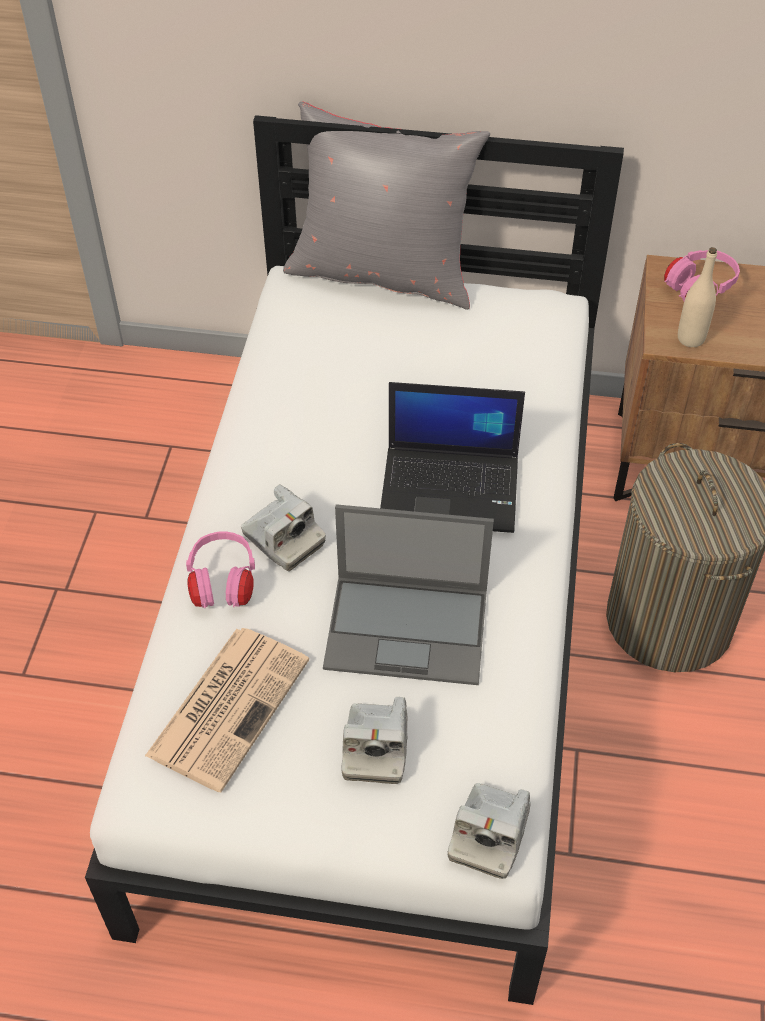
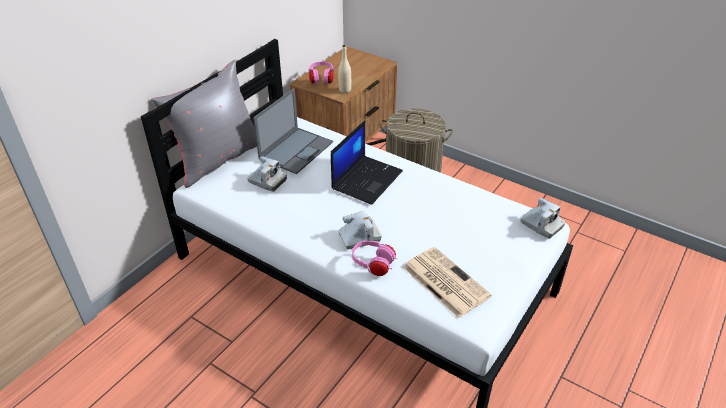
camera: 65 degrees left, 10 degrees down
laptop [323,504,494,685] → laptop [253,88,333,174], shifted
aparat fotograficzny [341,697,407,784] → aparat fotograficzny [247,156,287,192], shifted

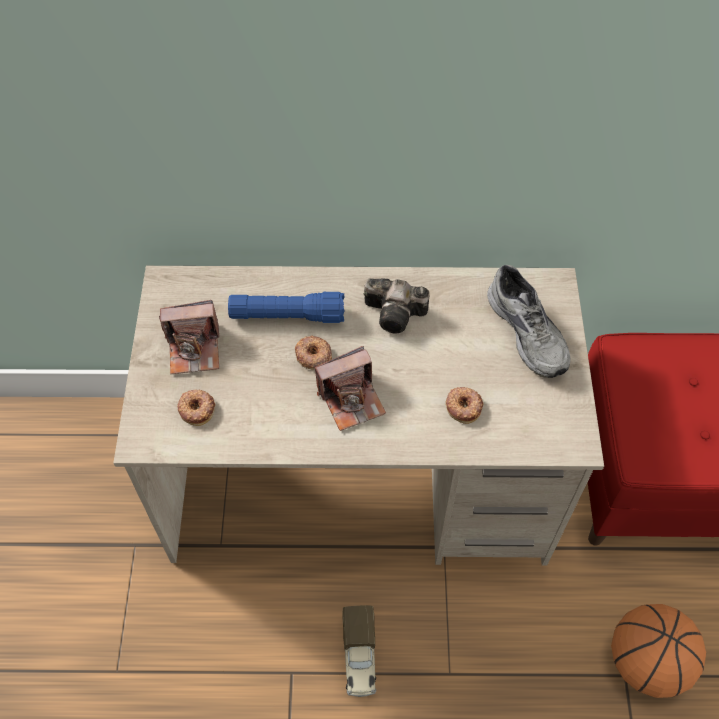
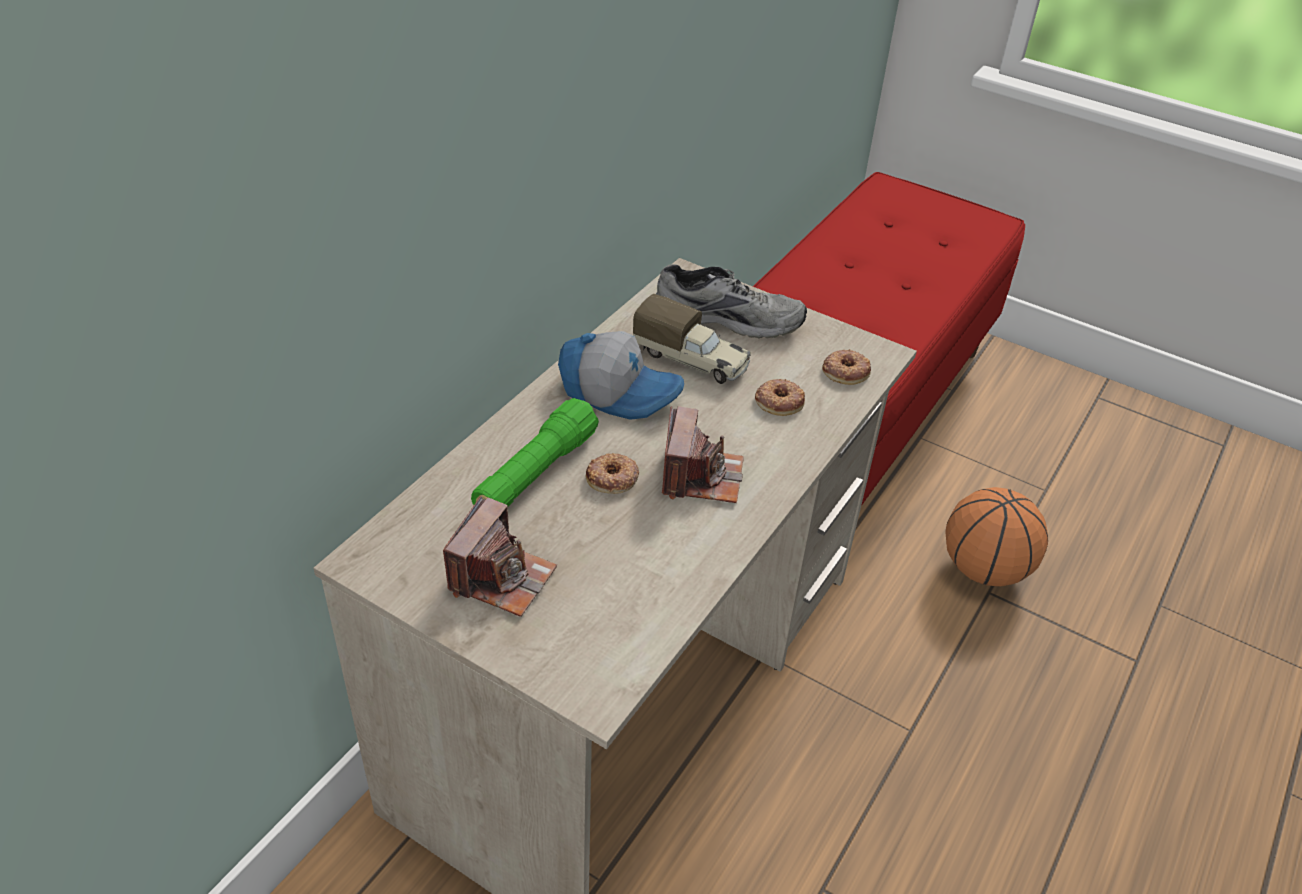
camera: 60 degrees left, 15 degrees down
donut [177,389,216,426] → donut [822,349,871,385], shifted
ciężarówka zabawkowa [342,605,376,697] → ciężarówka zabawkowa [633,294,751,384], shifted
aparat fotograficzny [364,278,430,334] → czapka z daszkiem [558,331,684,420]
latarka (niebieski) [228,292,345,323] → latarka (zielony) [471,398,599,506]

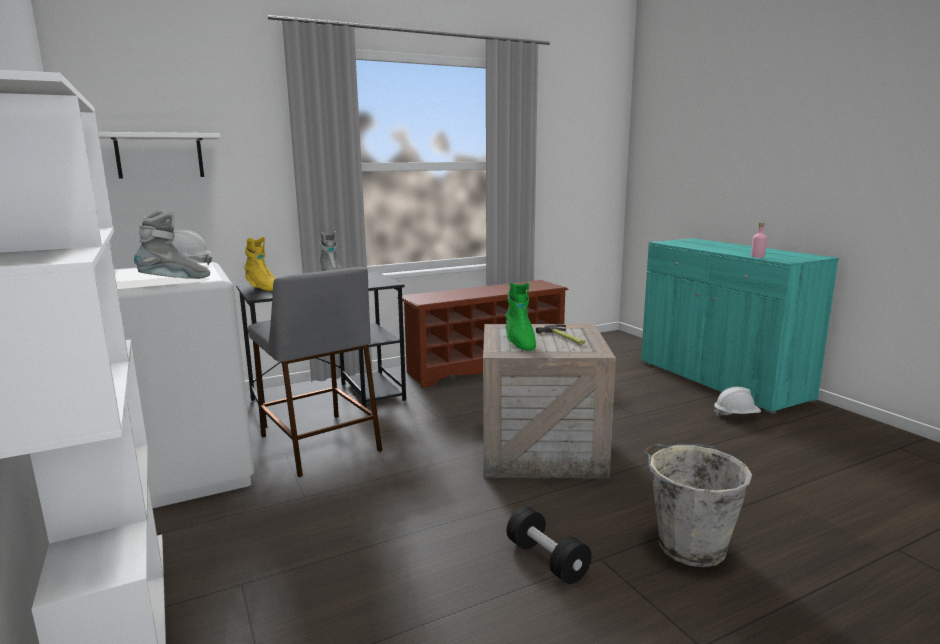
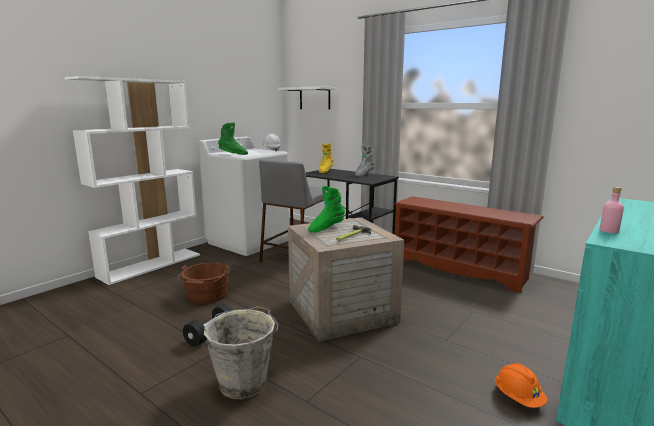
camera: 65 degrees right, 0 degrees up
- → wiadro (brązowy) [178,262,230,304]
but z cholewką (szary) [134,210,210,279] → but z cholewką (zielony) [218,123,248,155]
kask (biały) [714,387,761,416] → kask (pomarańczowy) [495,363,547,408]

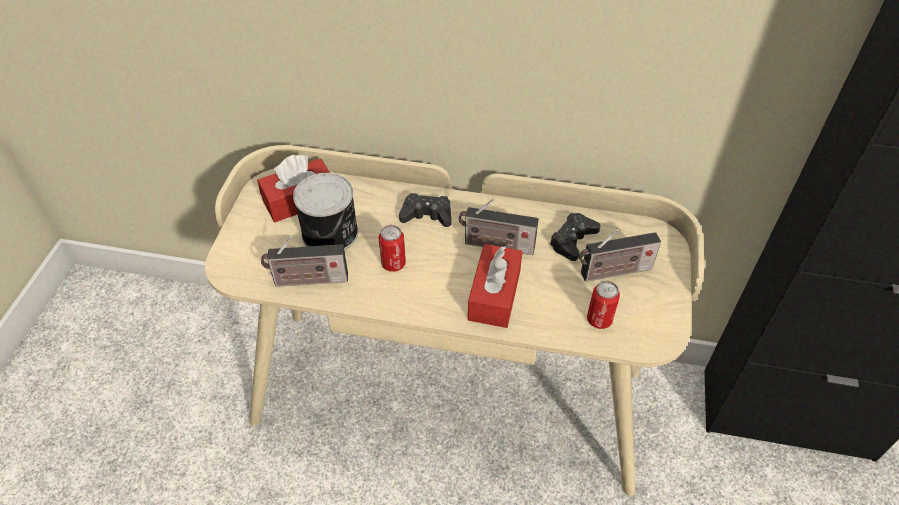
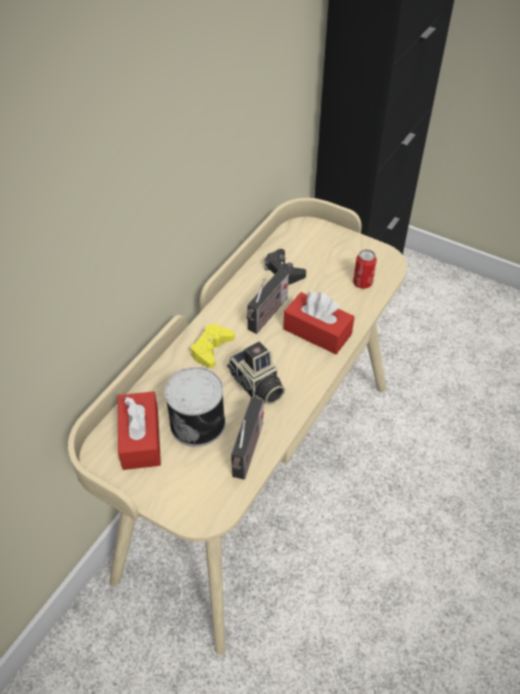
camera: 70 degrees left, 0 degrees up
radio [579,228,661,282] → -
puszka [379,225,406,272] → aparat fotograficzny [227,342,285,405]
pad do gier (czarny) [399,193,451,227] → pad do gier (żółty) [190,324,235,368]

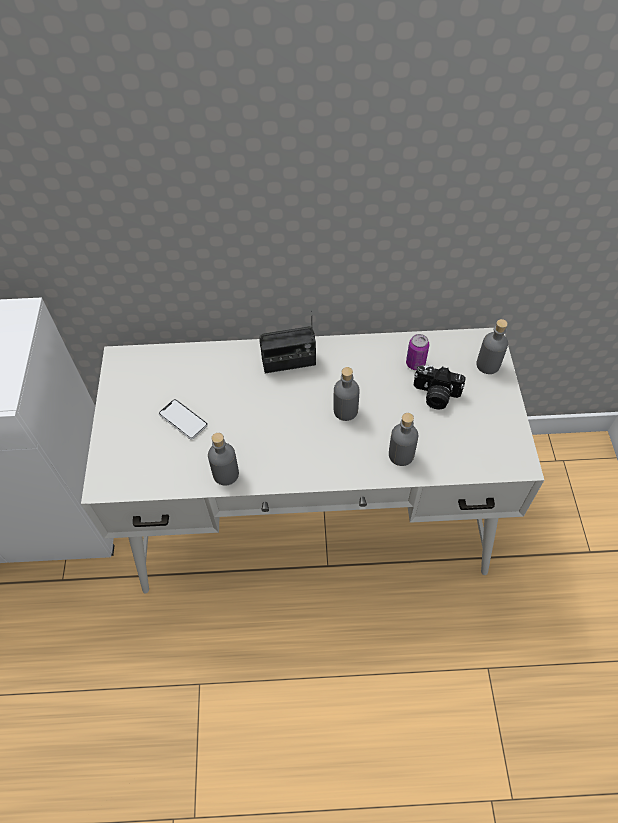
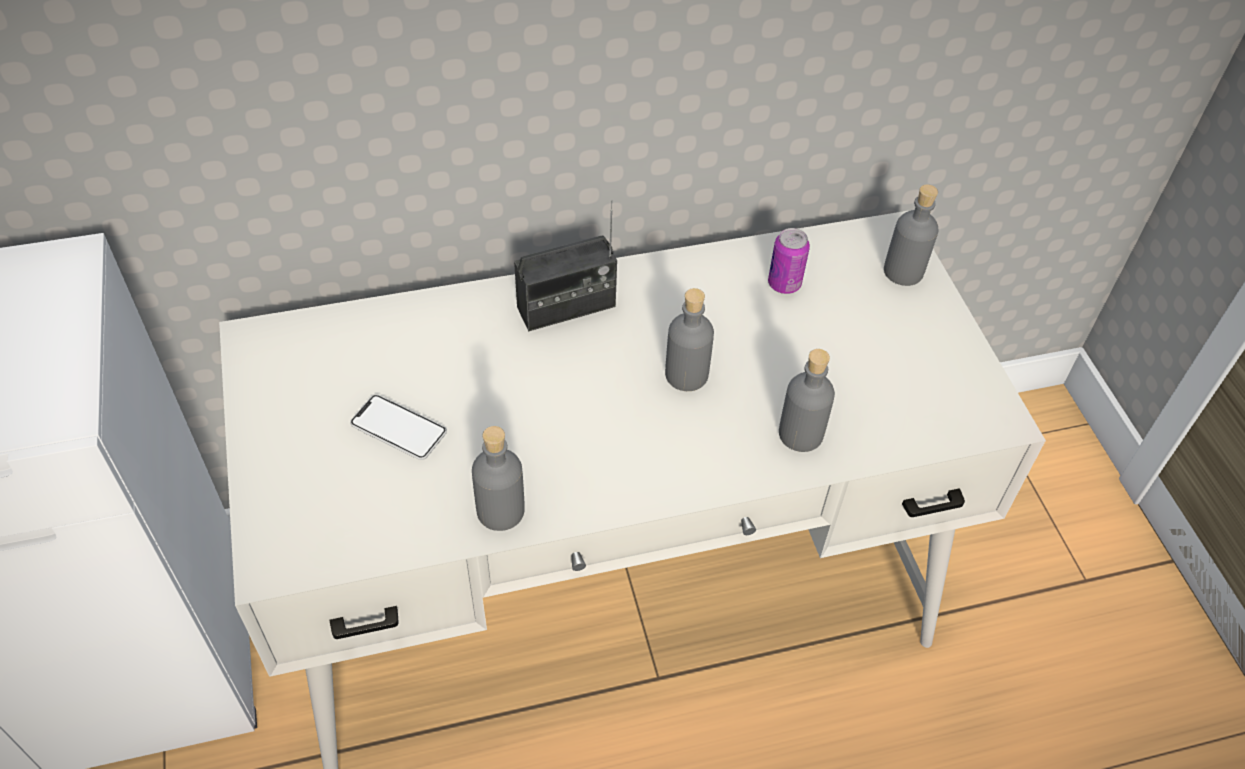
camera: 15 degrees left, 5 degrees down
aparat fotograficzny [413,365,466,409] → -

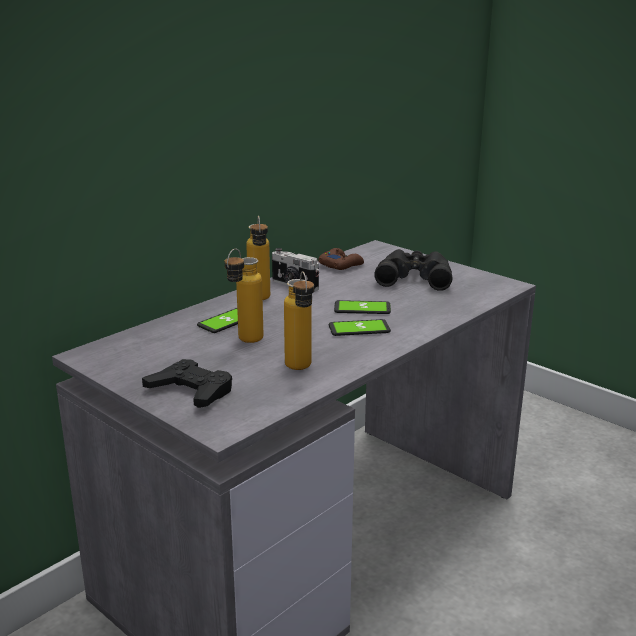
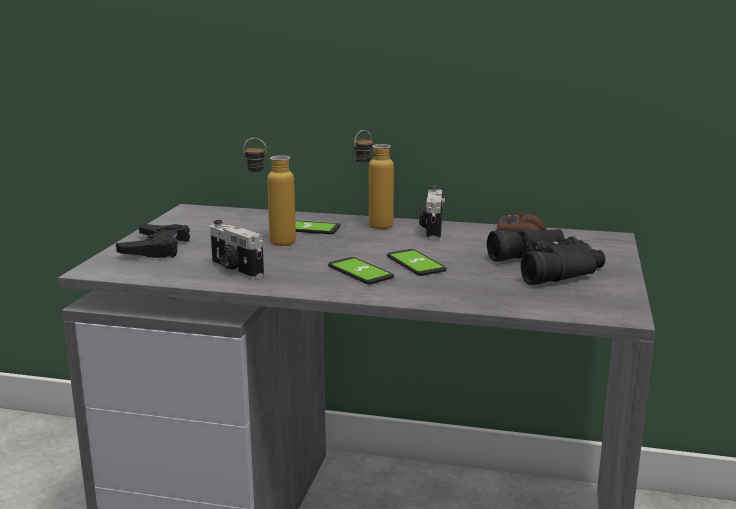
camera: 60 degrees right, 5 degrees down
butelka [284,271,314,370] → aparat fotograficzny [210,220,264,280]

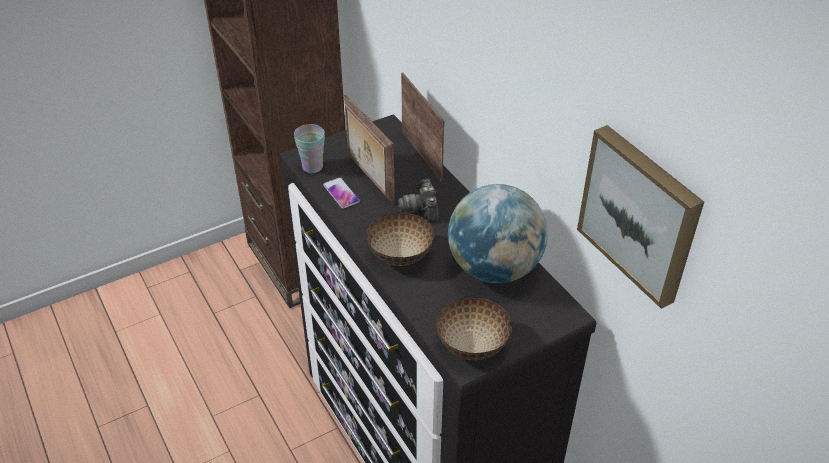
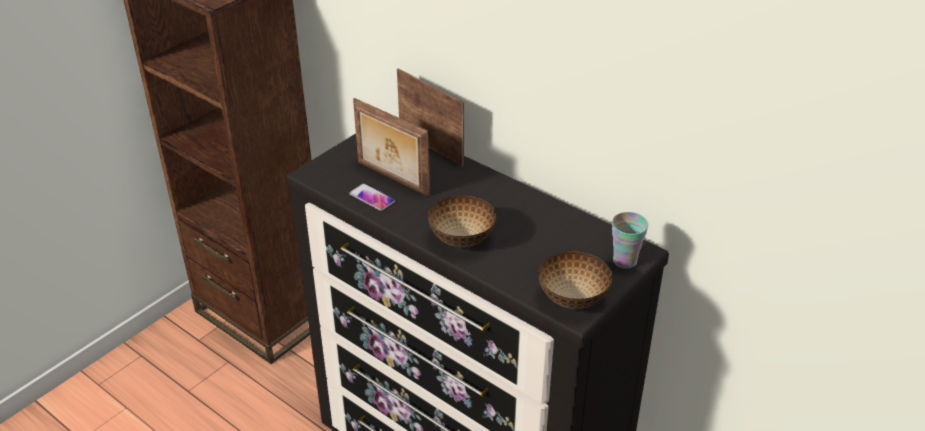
camera: 20 degrees left, 5 degrees down
aparat fotograficzny [398,179,439,222] → -
globus [448,184,548,283] → -
obraz [577,125,704,309] → -
filiżanka [294,124,325,173] → filiżanka [612,212,648,269], shifted

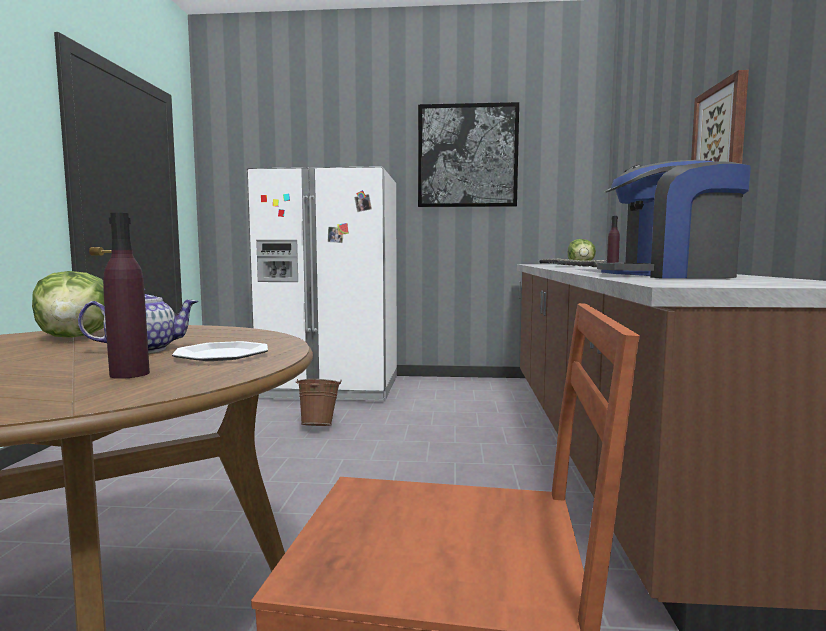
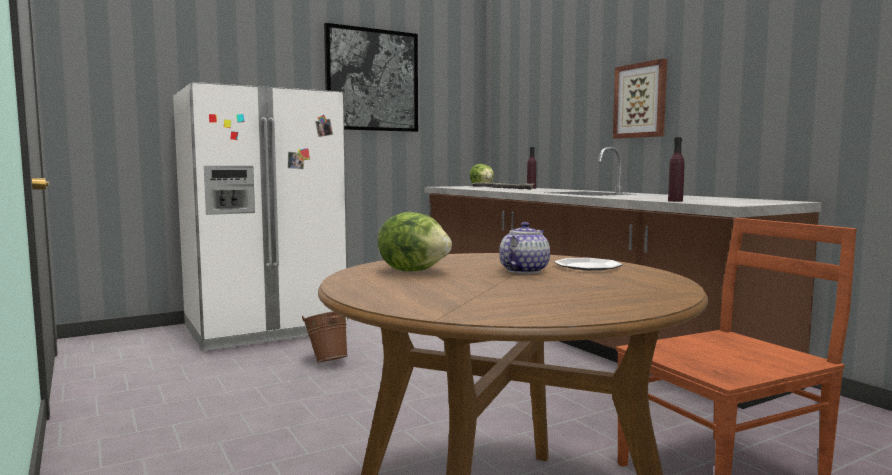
camera: 35 degrees left, 0 degrees up
ekspres do kawy [597,160,751,278] → -
butelka (fioletowy) [103,213,150,379] → butelka (fioletowy) [668,137,685,202], shifted

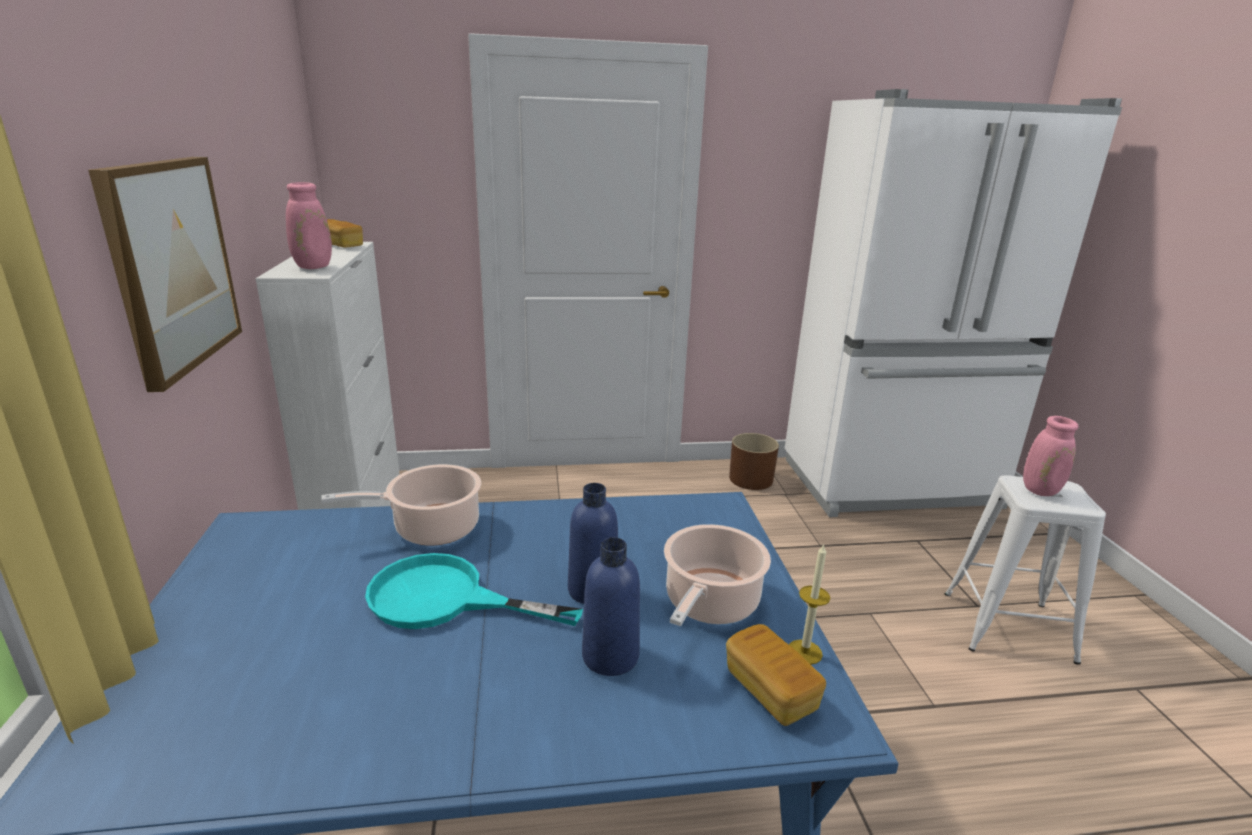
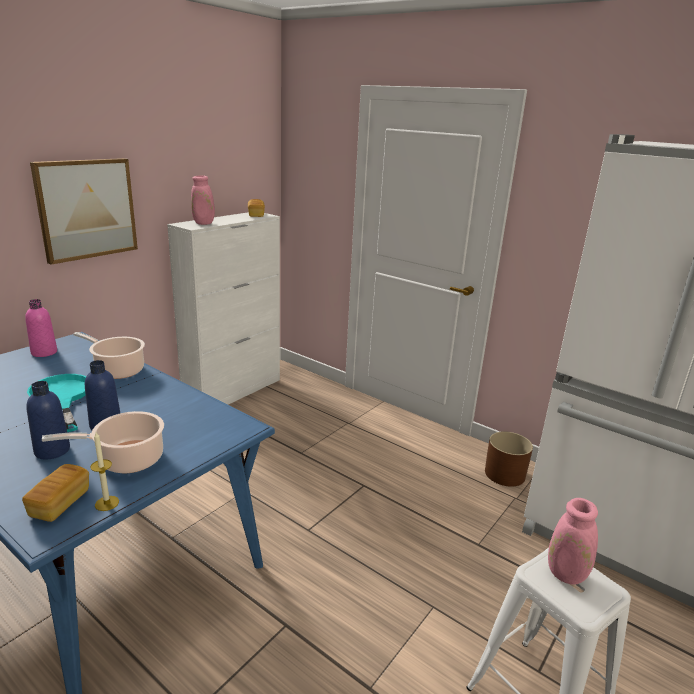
camera: 45 degrees right, 0 degrees up
- → butelka (różowy) [25,299,57,357]

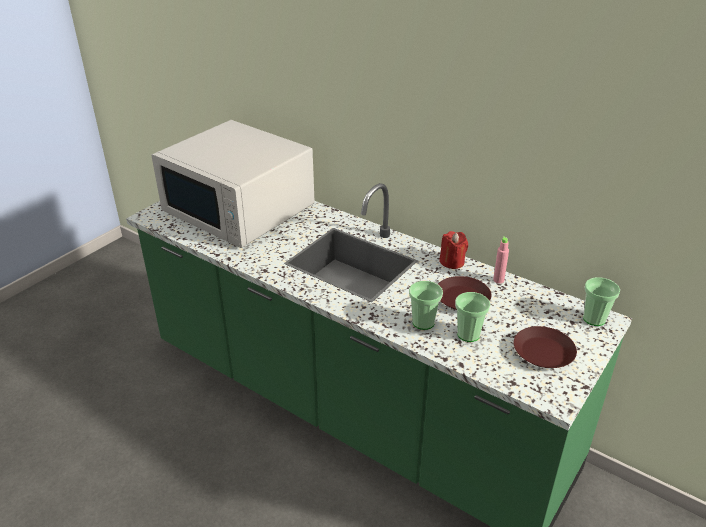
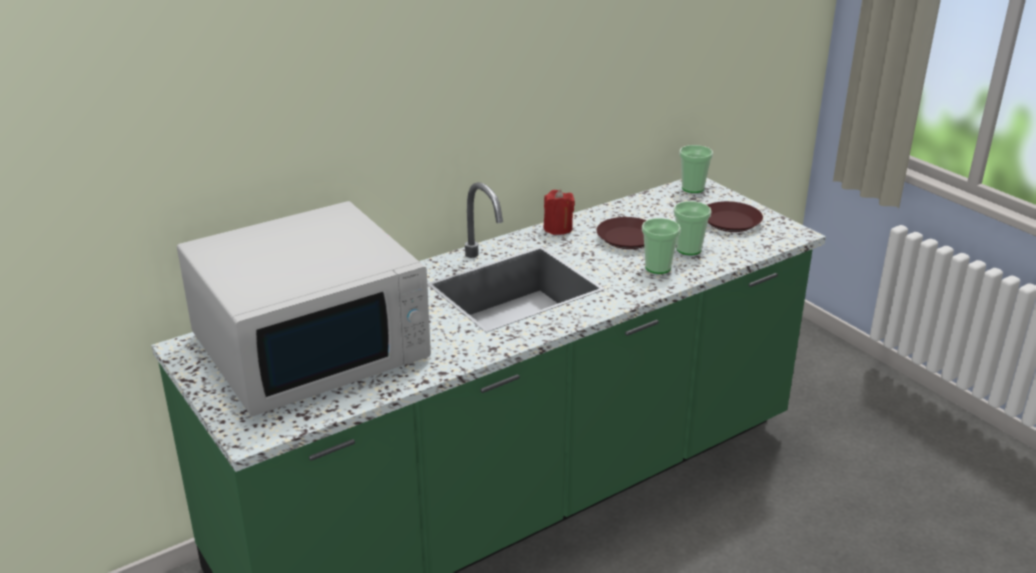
camera: 70 degrees left, 5 degrees down
butelka (różowy) [493,236,509,283] → -

